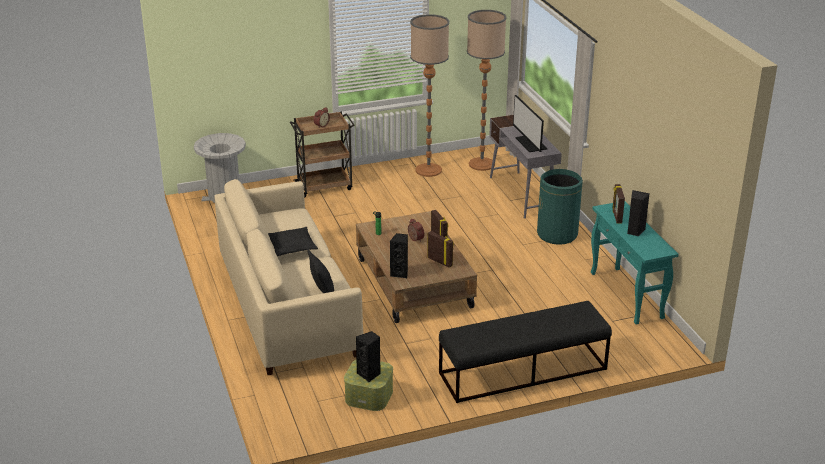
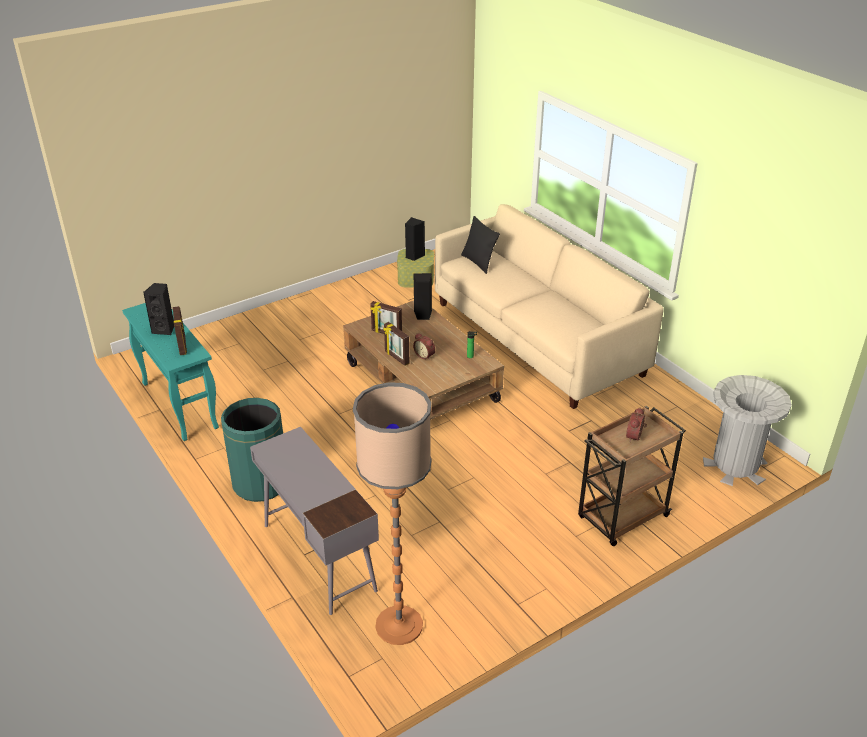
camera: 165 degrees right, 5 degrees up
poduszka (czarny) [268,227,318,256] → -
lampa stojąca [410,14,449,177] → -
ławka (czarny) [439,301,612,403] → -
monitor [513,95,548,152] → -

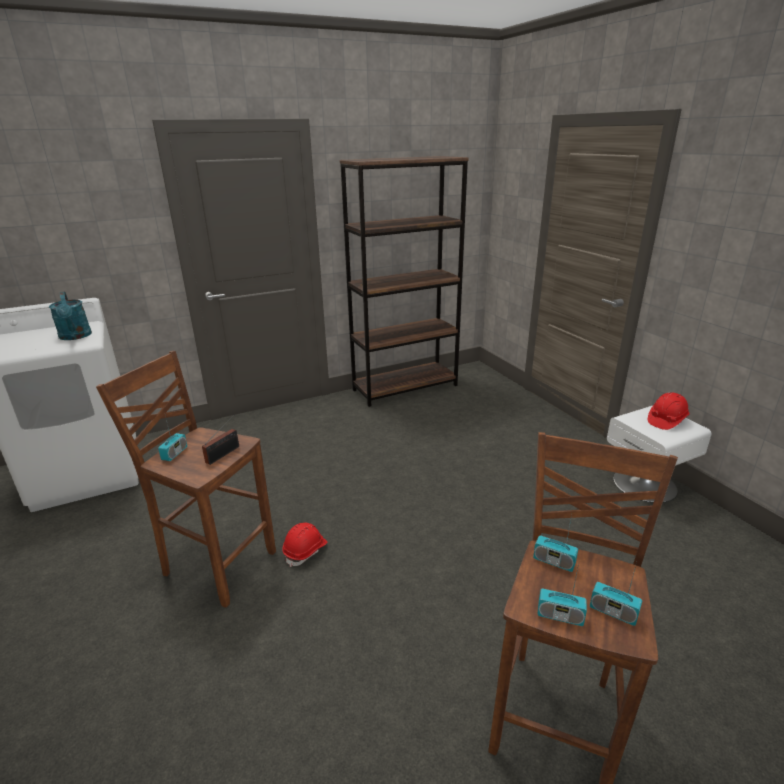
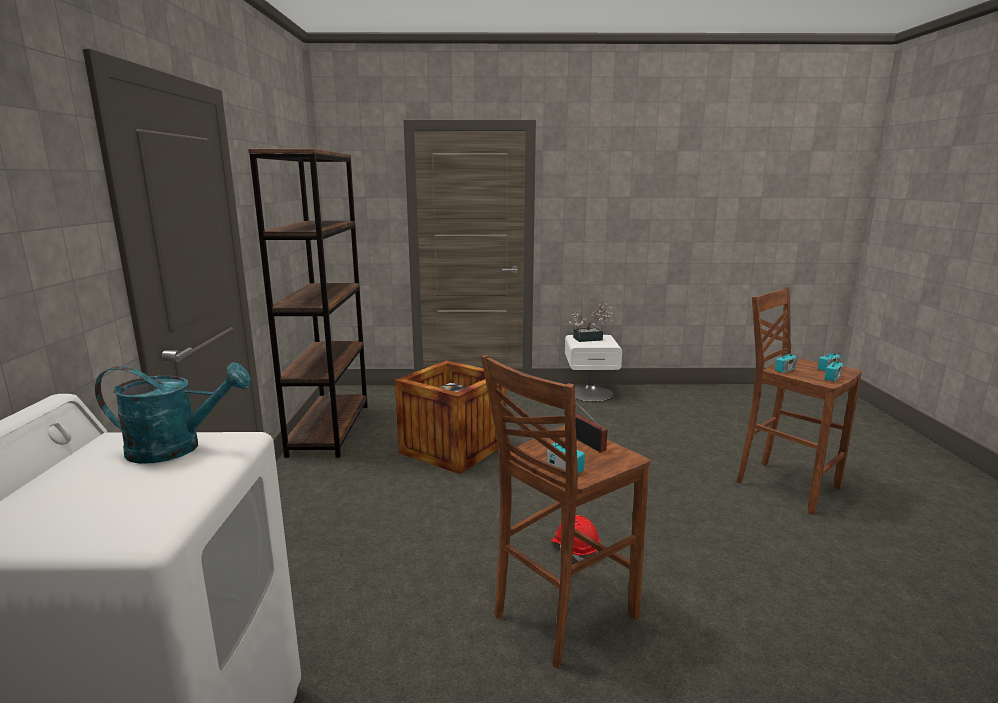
camera: 65 degrees left, 10 degrees down
- → skrzynka [395,360,506,474]
kask (czerwony) [648,392,690,430] → roślina doniczkowa [569,303,613,342]

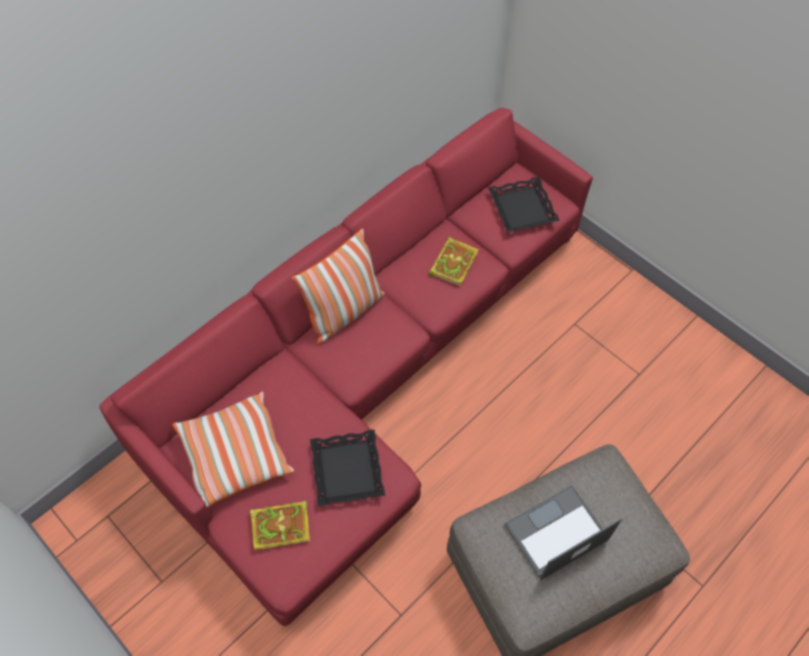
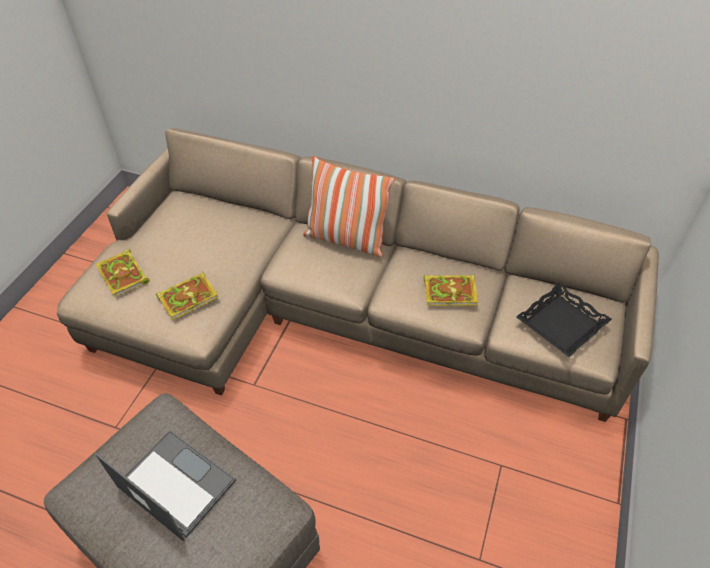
camera: 65 degrees right, 10 degrees down
poduszka [172,391,294,508] → -
taca (czarny) [310,429,385,506] → książka [156,271,219,320]
kanapa (czerwony) [99,108,593,626] → kanapa (beżowy) [57,128,659,422]

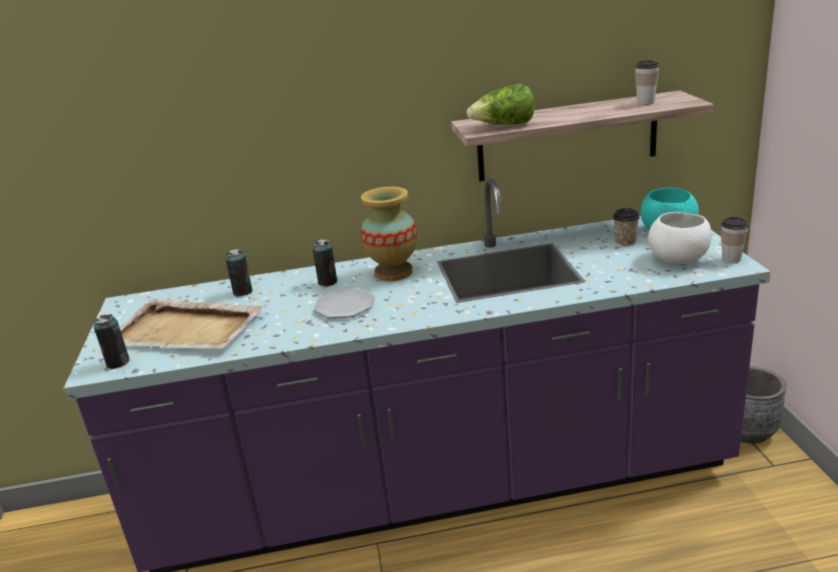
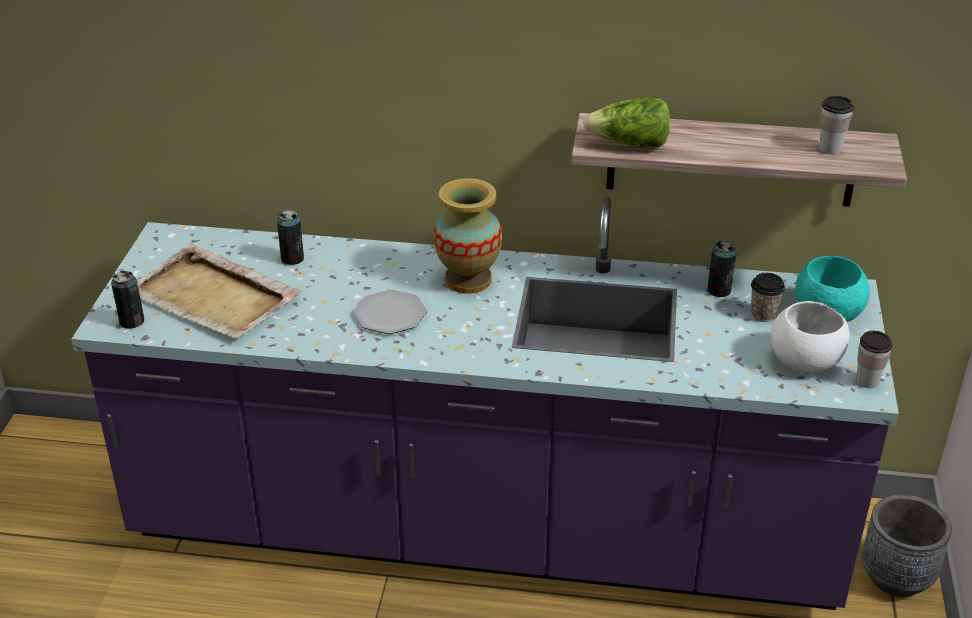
camera: 15 degrees right, 10 degrees up
puszka [312,239,337,286] → puszka [707,241,736,297], shifted

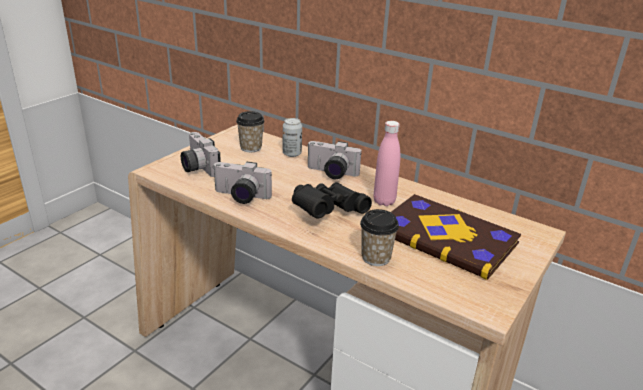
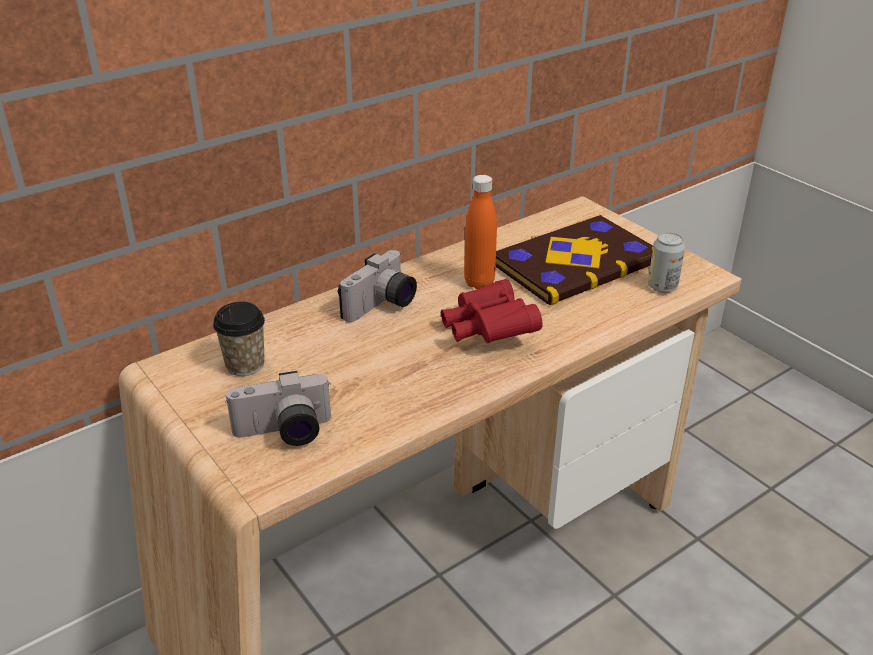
camera: 70 degrees left, 5 degrees up
aparat fotograficzny [212,162,272,204] → -
filiżanka [360,209,399,266] → -
puszka [283,118,302,157] → puszka [648,232,685,293], shifted
lornetka (czarny) [292,182,372,218] → lornetka (czerwony) [441,279,543,343]
butelka (różowy) [374,121,400,206] → butelka (pomarańczowy) [464,175,497,289]

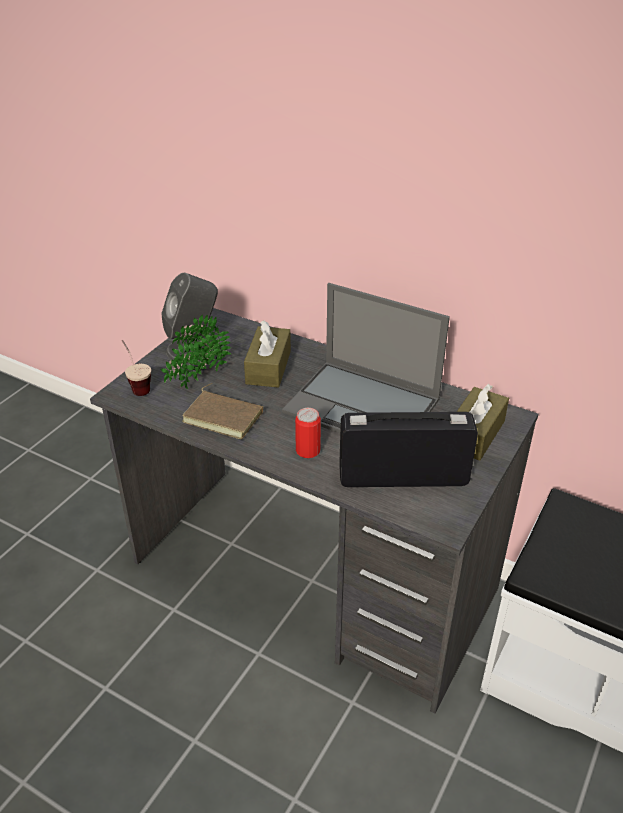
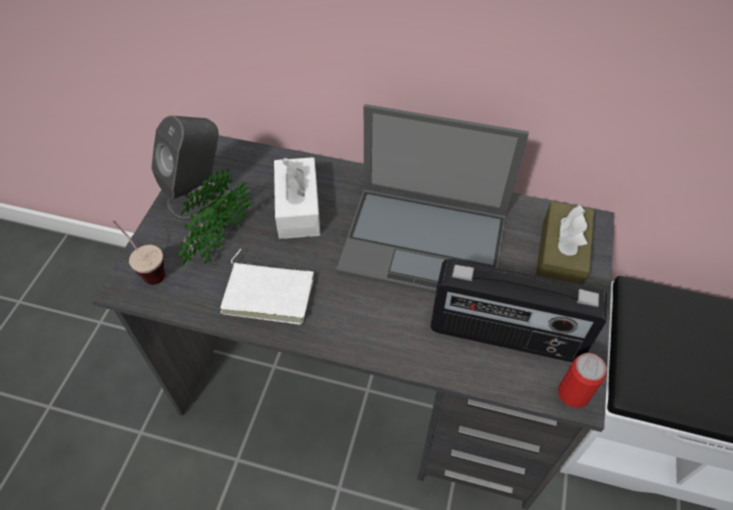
camera: 15 degrees left, 15 degrees up
puszka [295,408,321,458] → puszka [558,353,607,408], shifted
książka (brązowy) [182,383,263,439] → książka (biały) [220,249,314,325]
pudełko chusteczek (brązowy) [244,320,291,388] → pudełko chusteczek (biały) [274,157,321,239]
radio [339,412,478,487] → radio [431,259,607,362], 150 degrees counterclockwise

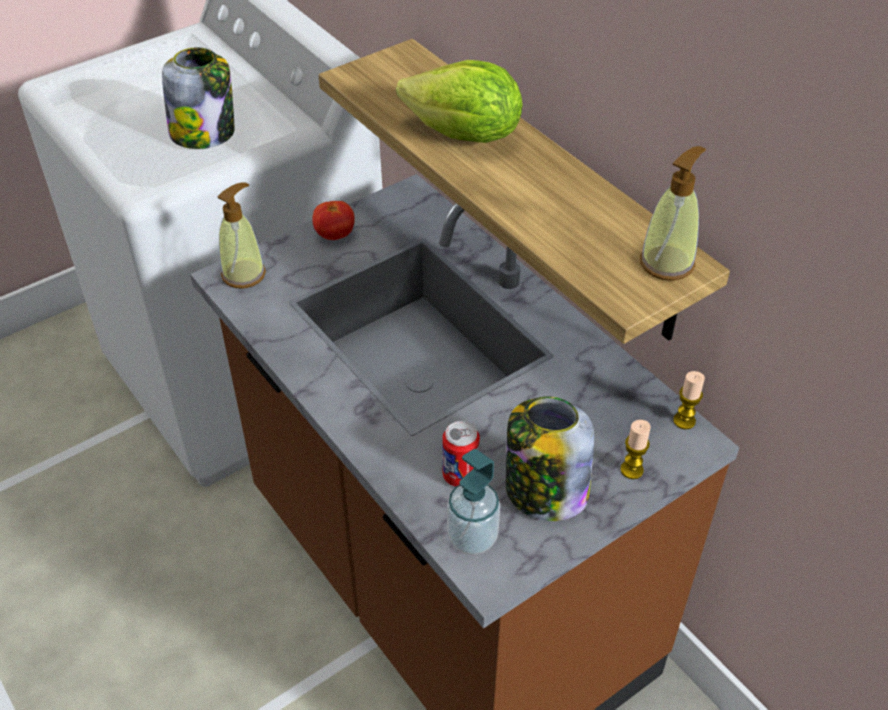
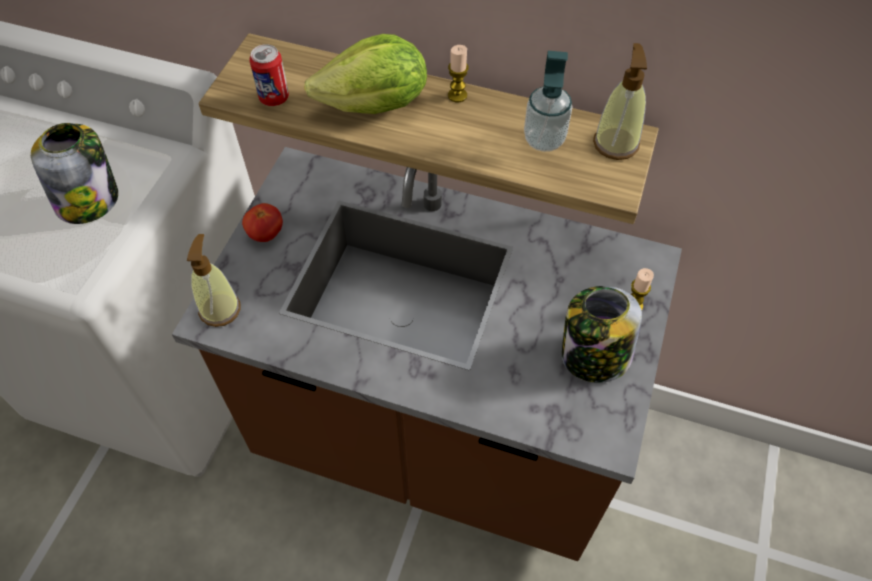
camera: 35 degrees left, 10 degrees up
puszka [443,421,480,487] → puszka [249,44,289,106], shifted
dozownik mydła [447,449,500,555] → dozownik mydła [524,51,573,152], shifted
świeca [673,371,705,430] → świeca [448,45,469,102], shifted

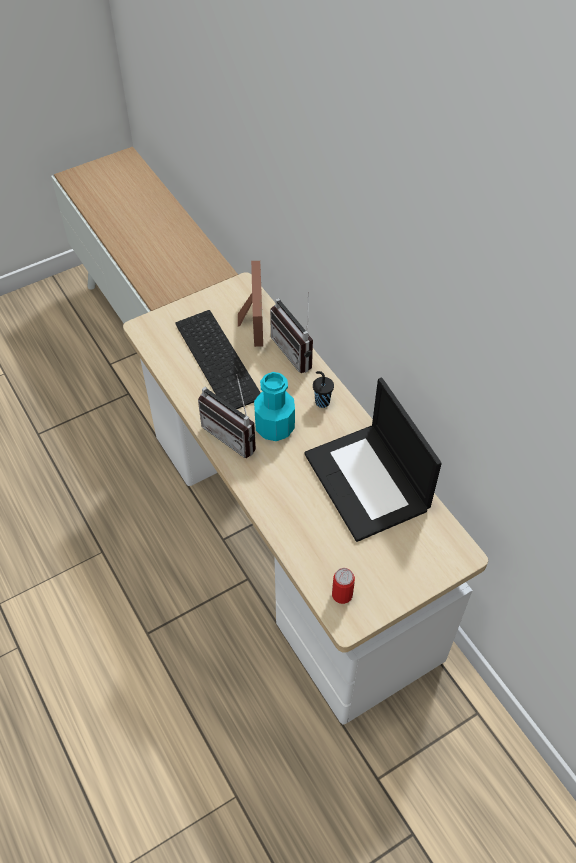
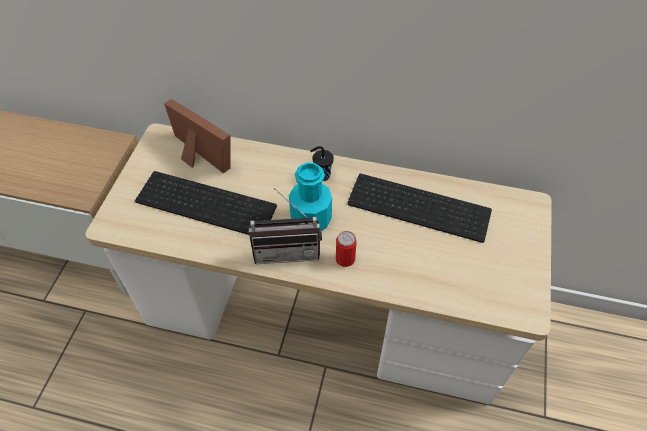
camera: 45 degrees left, 0 degrees up
radio [270,292,313,373] → -
puszka [332,568,355,604] → puszka [336,231,357,267], shifted
laptop [305,378,442,542] → klawiatura [347,173,492,243]

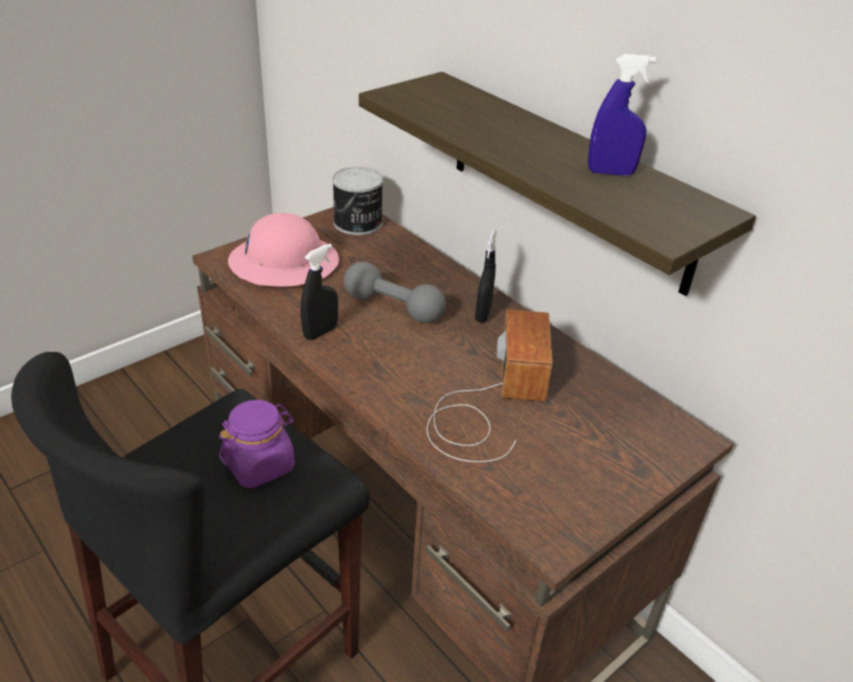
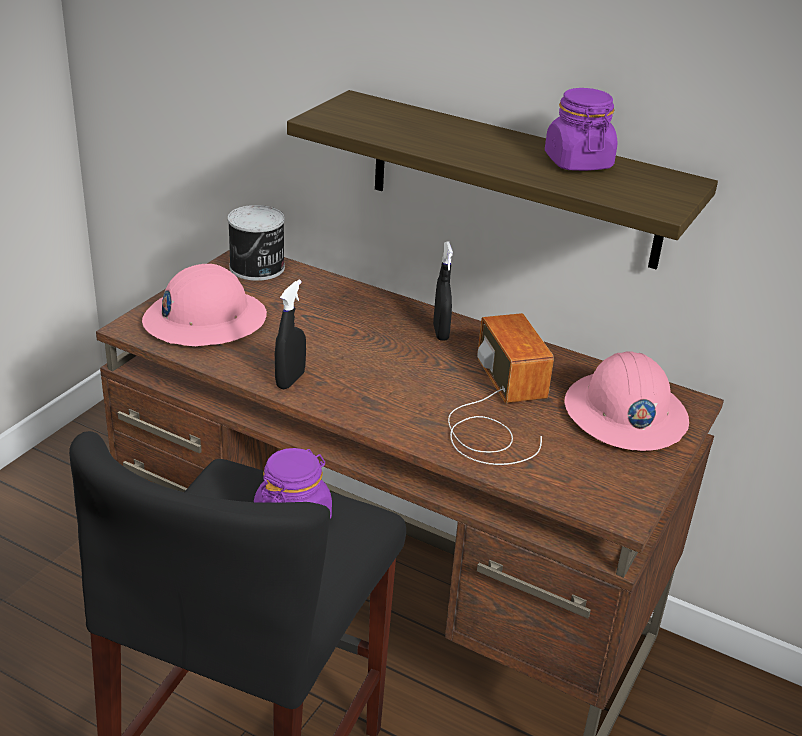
camera: 20 degrees left, 5 degrees down
hantel (szary) [344,262,446,324] → -
- → kask (różowy) [565,351,689,451]
spryskiwacz (niebieski) [588,54,656,176] → słoik (fioletowy) [545,88,618,171]

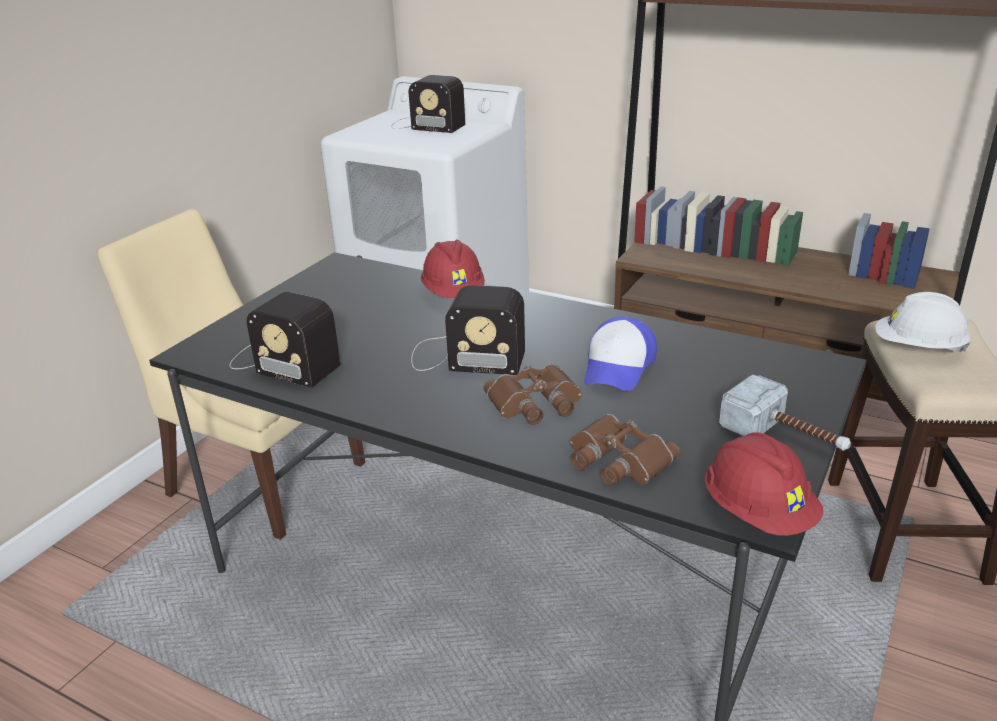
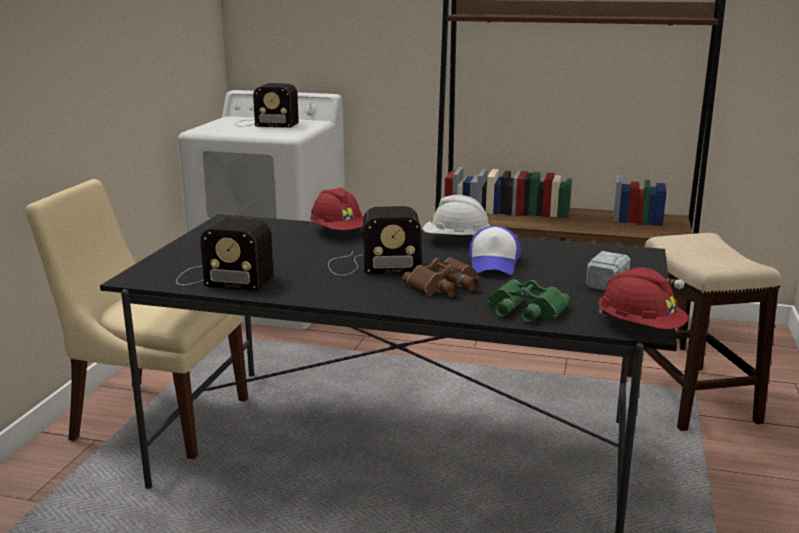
camera: 15 degrees left, 10 degrees down
kask (biały) [875,292,971,352] → kask (biały) [423,195,490,236], shifted
lornetka (brązowy) [570,414,680,486] → lornetka (zielony) [487,279,570,323]

